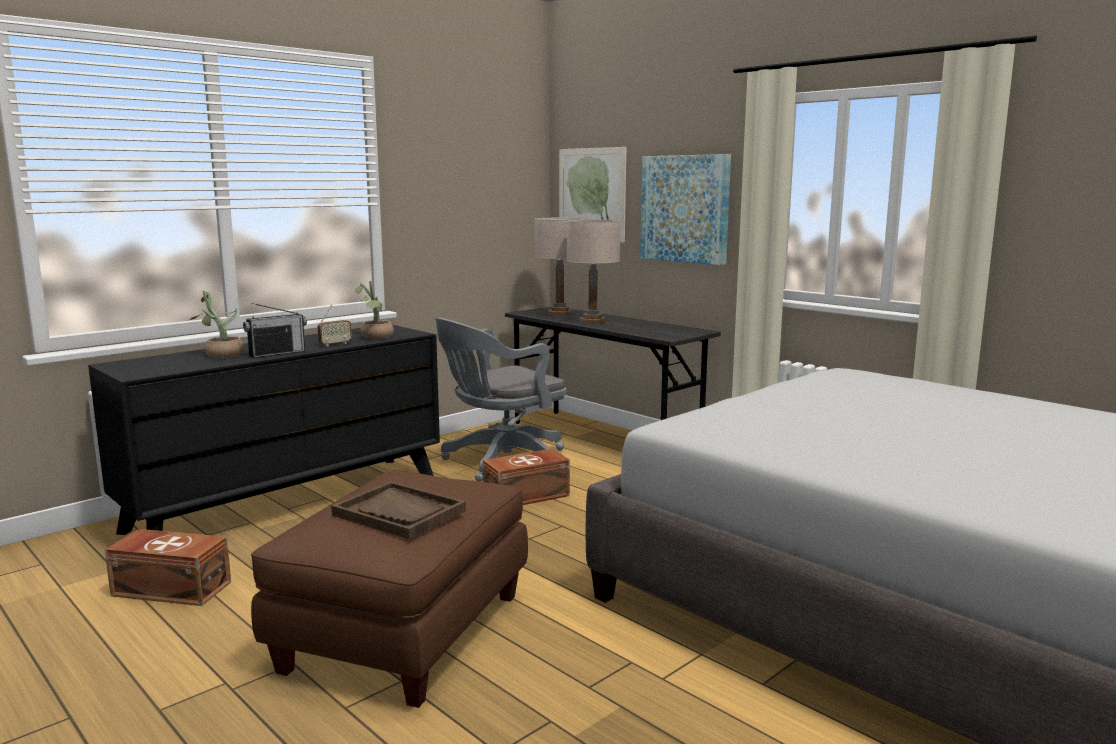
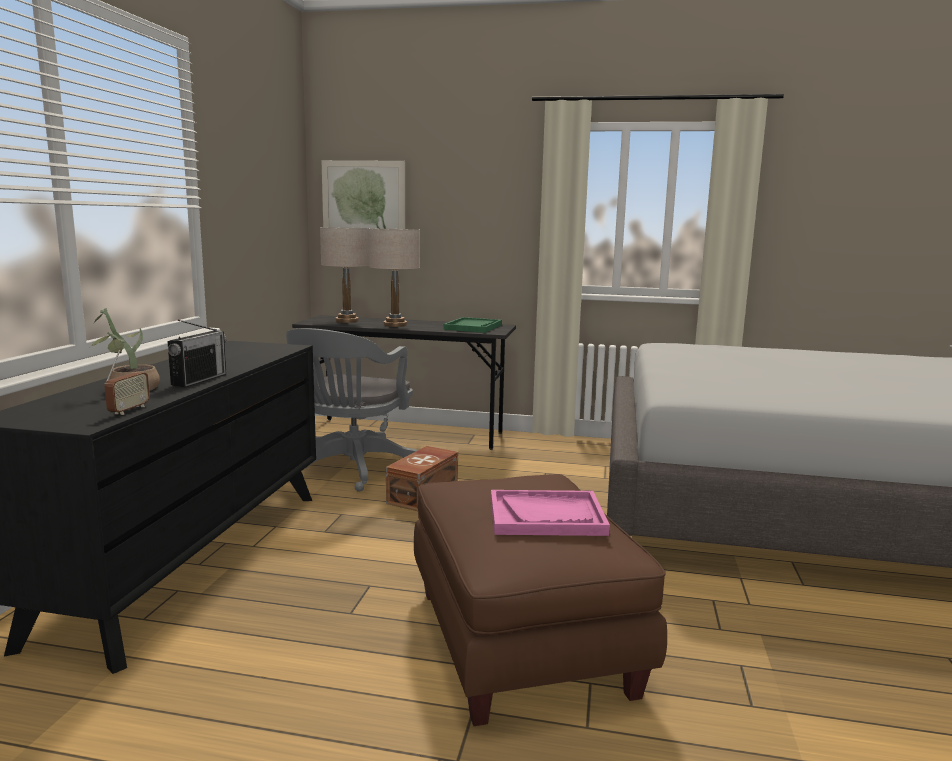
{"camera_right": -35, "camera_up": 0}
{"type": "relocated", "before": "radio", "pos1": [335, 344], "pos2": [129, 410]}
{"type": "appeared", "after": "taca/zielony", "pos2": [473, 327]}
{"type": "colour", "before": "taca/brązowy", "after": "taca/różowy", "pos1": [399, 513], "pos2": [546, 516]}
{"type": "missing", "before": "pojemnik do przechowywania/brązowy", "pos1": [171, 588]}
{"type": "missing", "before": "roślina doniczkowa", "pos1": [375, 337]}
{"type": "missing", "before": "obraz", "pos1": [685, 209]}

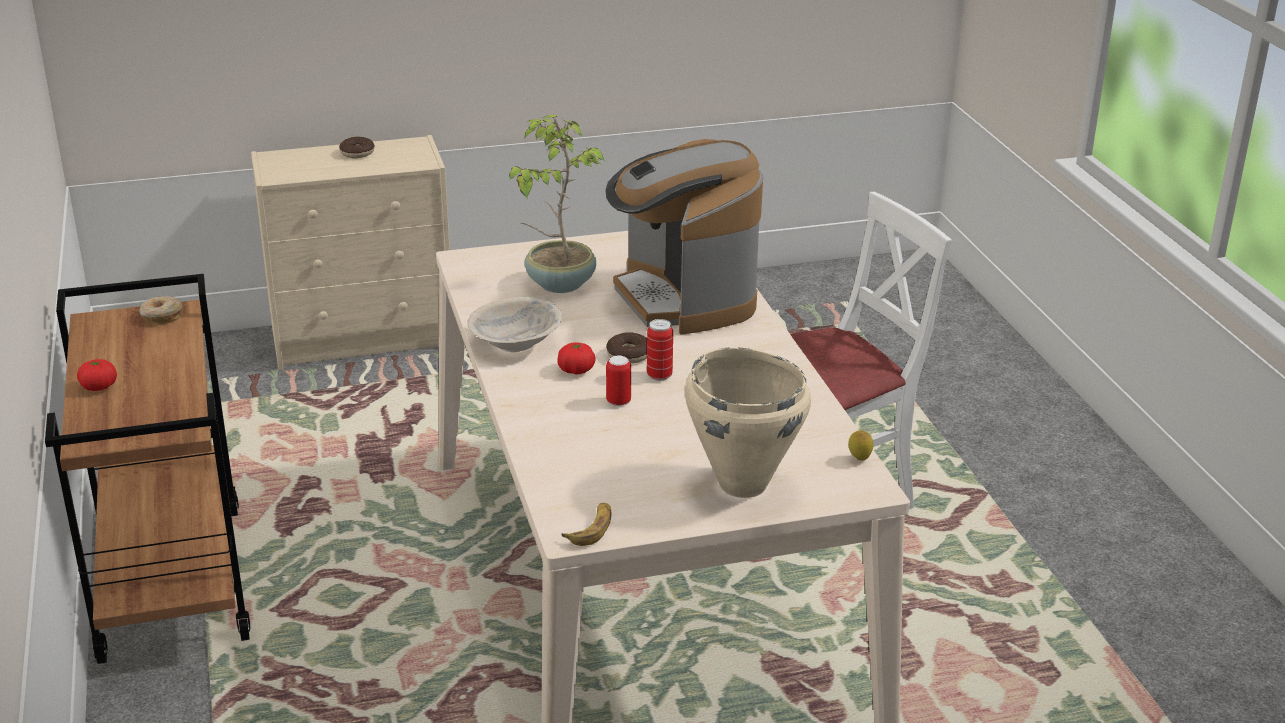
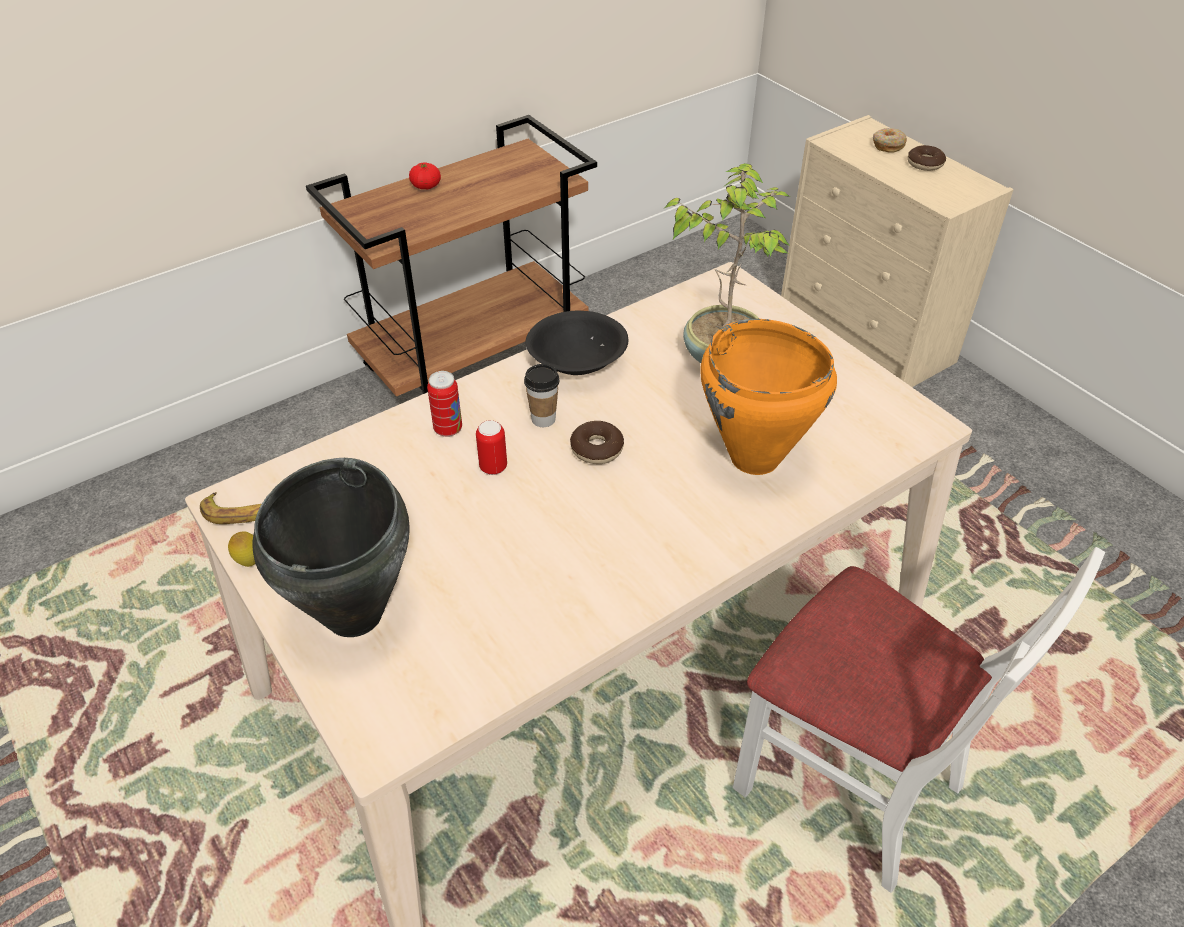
{"camera_right": 70, "camera_up": 15}
{"type": "relocated", "before": "cytryna", "pos1": [859, 459], "pos2": [249, 561]}
{"type": "colour", "before": "garnek/beżowy", "after": "garnek/czarny", "pos1": [742, 484], "pos2": [356, 613]}
{"type": "relocated", "before": "puszka", "pos1": [659, 375], "pos2": [448, 429]}
{"type": "exchanged", "before": "pomidor", "after": "filiżanka", "pos1": [576, 370], "pos2": [543, 419]}
{"type": "colour", "before": "miska/beżowy", "after": "miska/czarny", "pos1": [516, 343], "pos2": [577, 363]}
{"type": "exchanged", "before": "ekspres do kawy", "after": "garnek/pomarańczowy", "pos1": [683, 299], "pos2": [754, 458]}
{"type": "relocated", "before": "donut", "pos1": [161, 316], "pos2": [887, 145]}

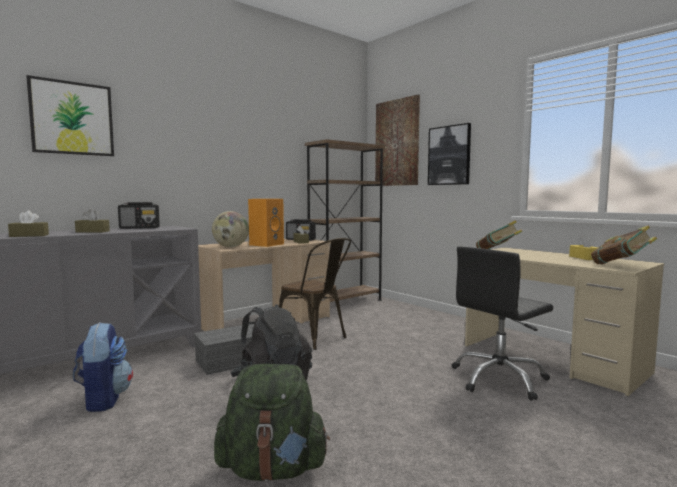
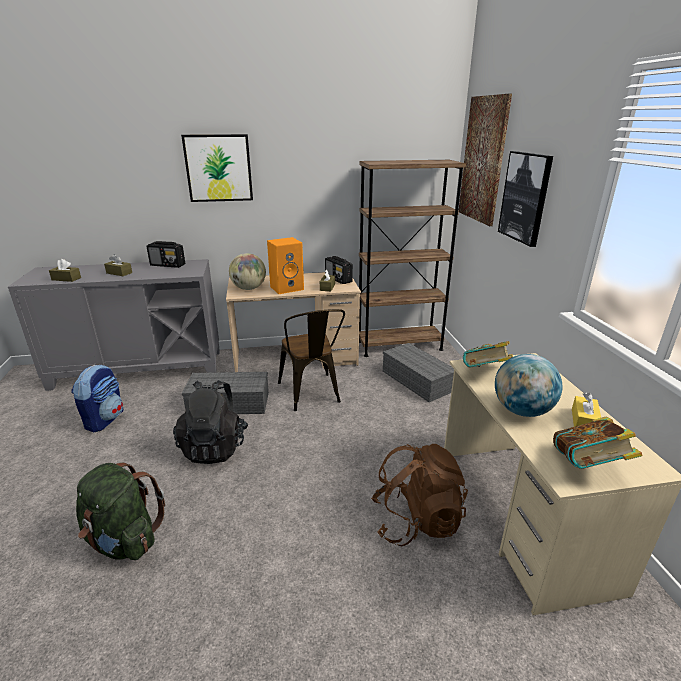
{"camera_right": 30, "camera_up": 20}
{"type": "relocated", "before": "obraz", "pos1": [72, 118], "pos2": [218, 168]}
{"type": "exchanged", "before": "krzesło biurowe/czarny", "after": "plecak/brązowy", "pos1": [499, 379], "pos2": [416, 521]}
{"type": "appeared", "after": "pojemnik do przechowywania/szary", "pos2": [418, 381]}
{"type": "appeared", "after": "globus", "pos2": [521, 411]}

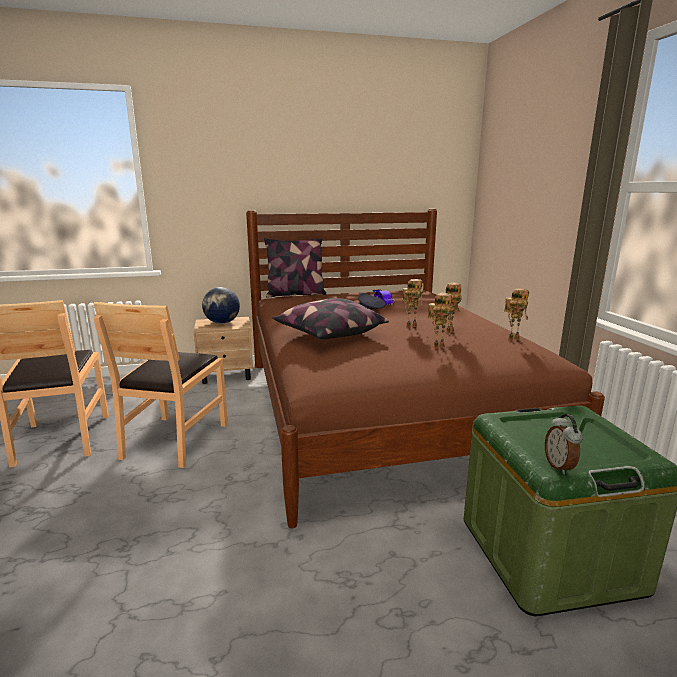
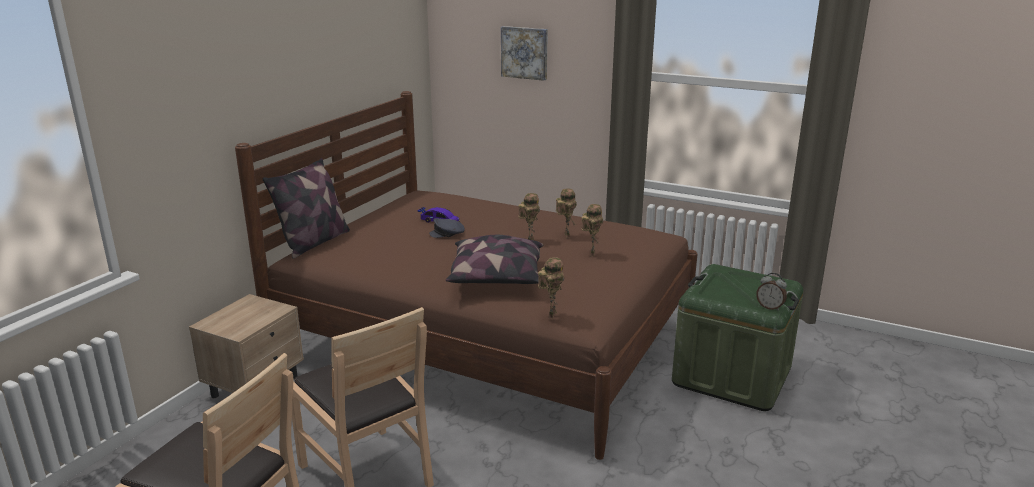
{"camera_right": -50, "camera_up": 5}
{"type": "appeared", "after": "obraz", "pos2": [525, 52]}
{"type": "relocated", "before": "robot zabawkowy", "pos1": [513, 339], "pos2": [551, 314]}
{"type": "missing", "before": "globus", "pos1": [222, 323]}

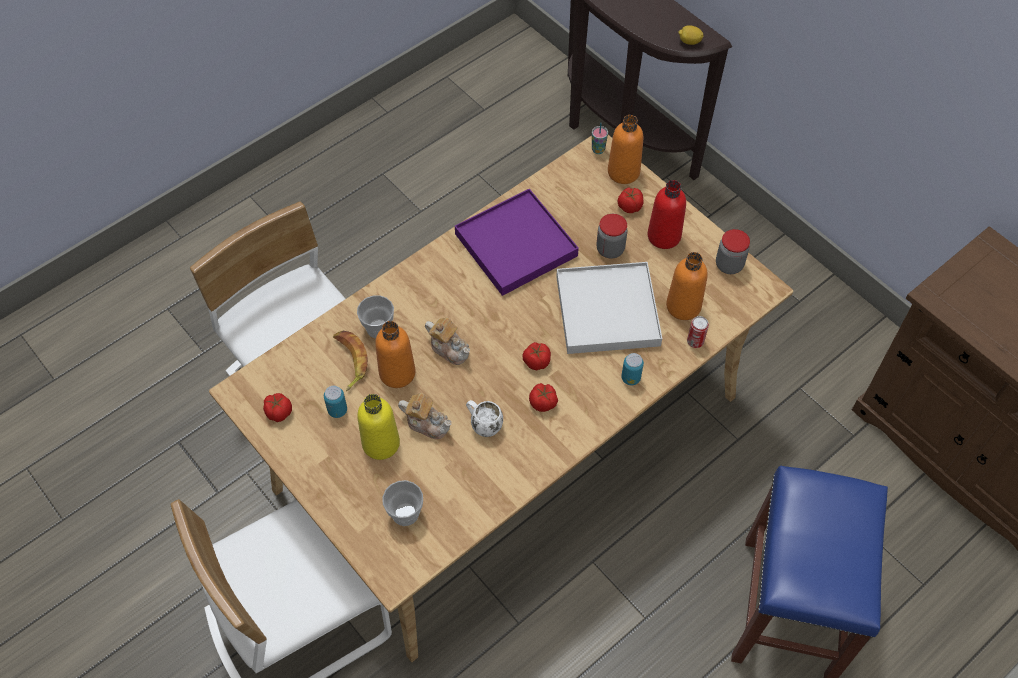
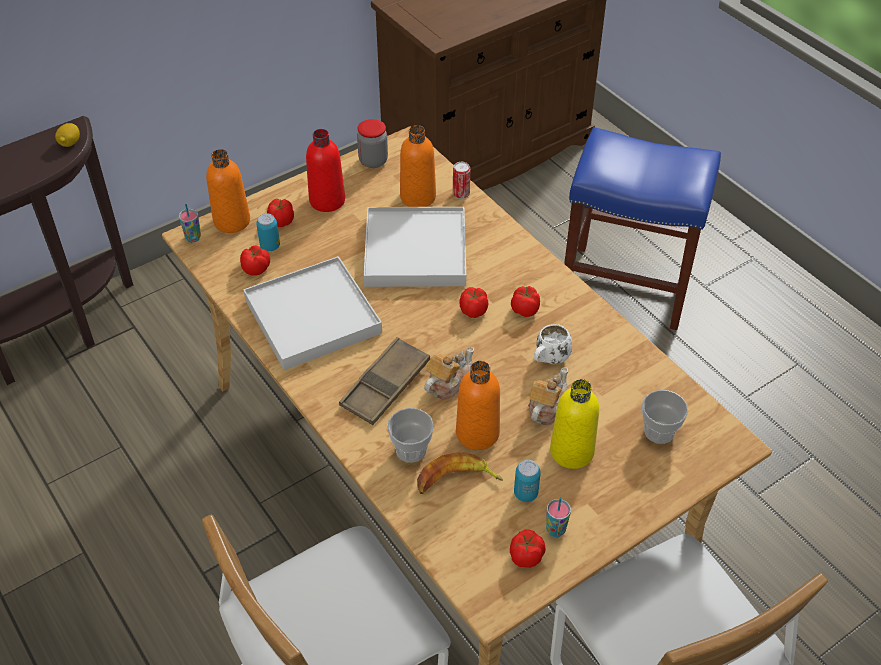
{"camera_right": -85, "camera_up": -10}
{"type": "appeared", "after": "pomidor", "pos2": [256, 269]}
{"type": "colour", "before": "taca/fioletowy", "after": "taca/biały", "pos1": [516, 245], "pos2": [313, 316]}
{"type": "relocated", "before": "puszka", "pos1": [630, 378], "pos2": [270, 246]}
{"type": "appeared", "after": "taca/brązowy", "pos2": [385, 386]}
{"type": "appeared", "after": "filiżanka", "pos2": [555, 530]}
{"type": "missing", "before": "słoik", "pos1": [610, 249]}

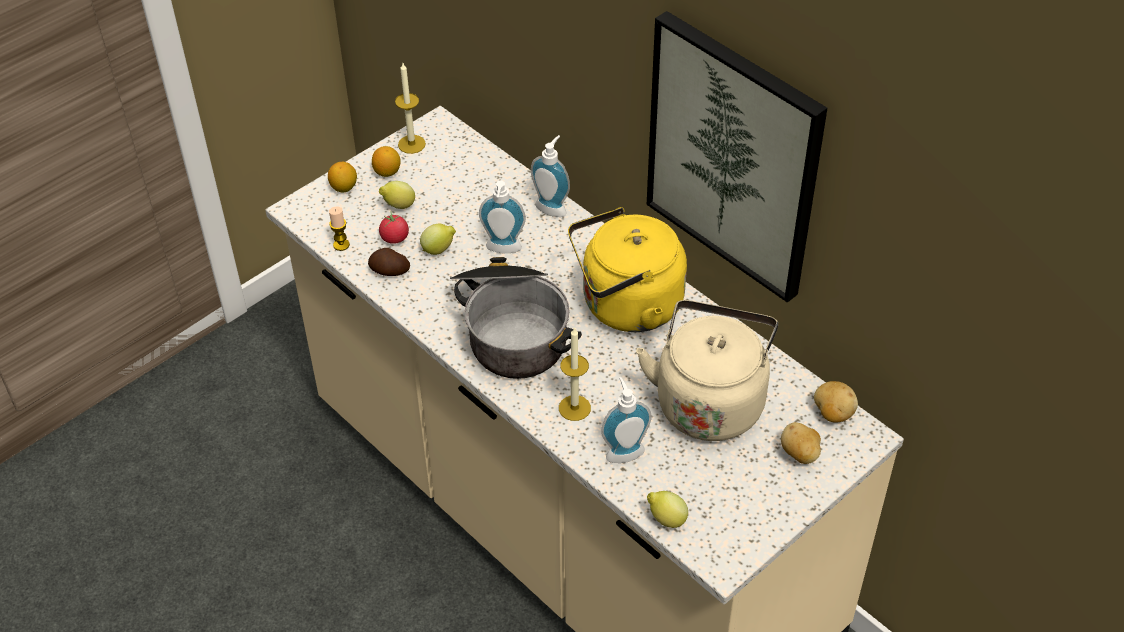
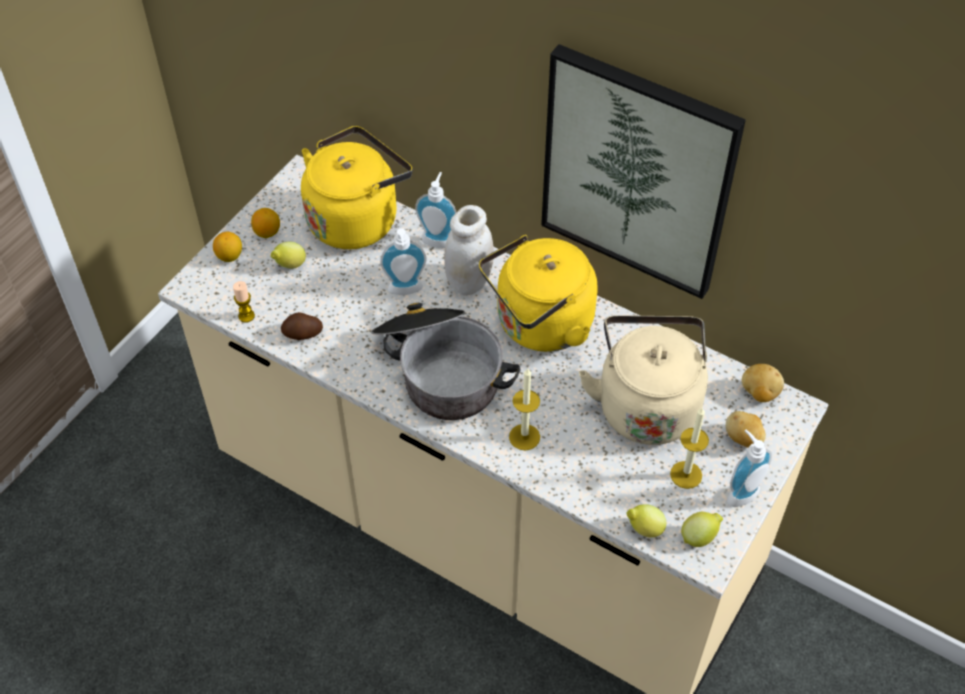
{"camera_right": -15, "camera_up": 5}
{"type": "appeared", "after": "czajnik/żółty", "pos2": [356, 218]}
{"type": "appeared", "after": "słoik/biały", "pos2": [469, 282]}
{"type": "relocated", "before": "świeca", "pos1": [411, 144], "pos2": [686, 474]}
{"type": "relocated", "before": "cytryna", "pos1": [439, 250], "pos2": [699, 537]}
{"type": "relocated", "before": "dozownik mydła", "pos1": [623, 450], "pos2": [740, 492]}
{"type": "missing", "before": "pomidor", "pos1": [394, 238]}

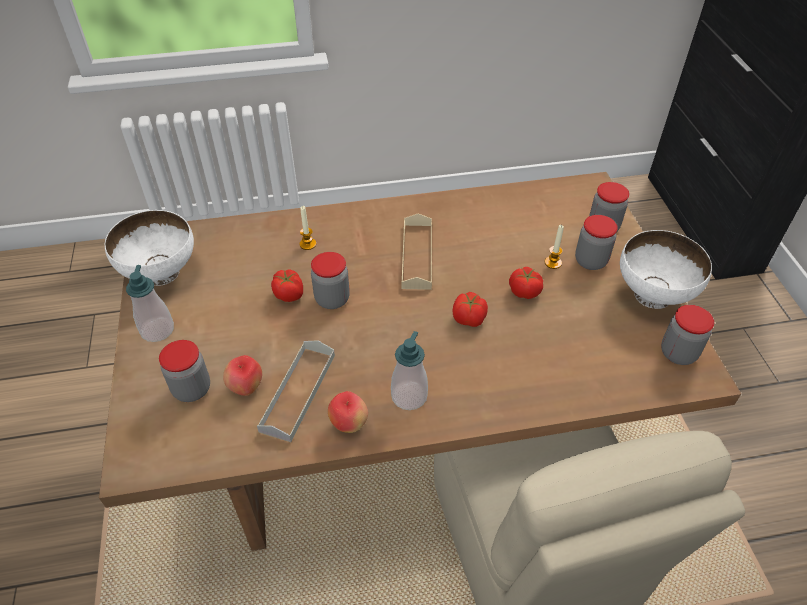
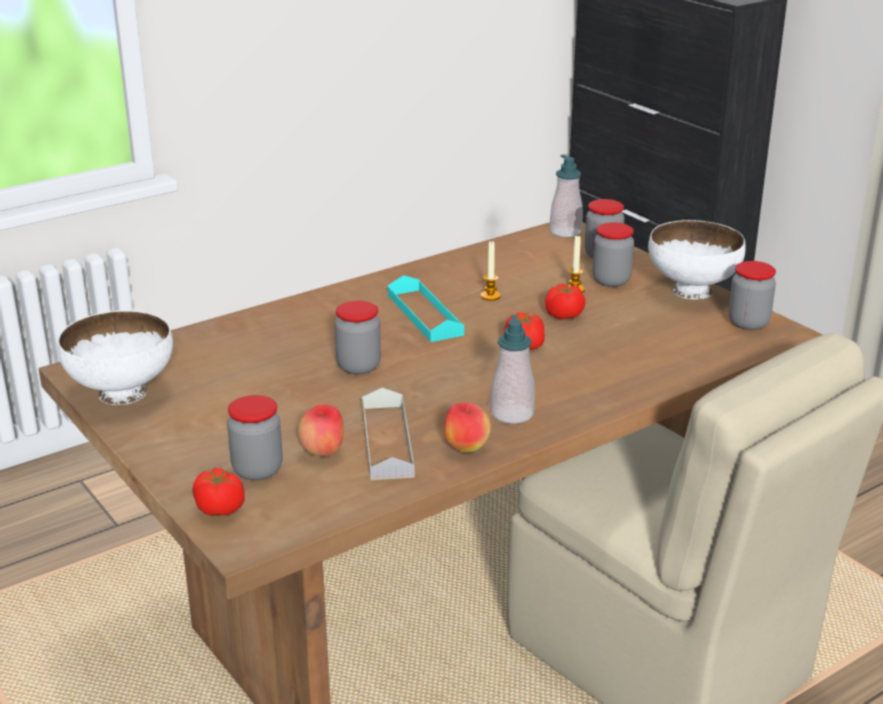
{"camera_right": -25, "camera_up": -20}
{"type": "relocated", "before": "pomidor", "pos1": [289, 295], "pos2": [220, 509]}
{"type": "colour", "before": "taca/beżowy", "after": "taca/turkusowy", "pos1": [417, 255], "pos2": [424, 314]}
{"type": "relocated", "before": "świeca", "pos1": [308, 244], "pos2": [490, 296]}
{"type": "relocated", "before": "dozownik mydła", "pos1": [157, 330], "pos2": [565, 231]}

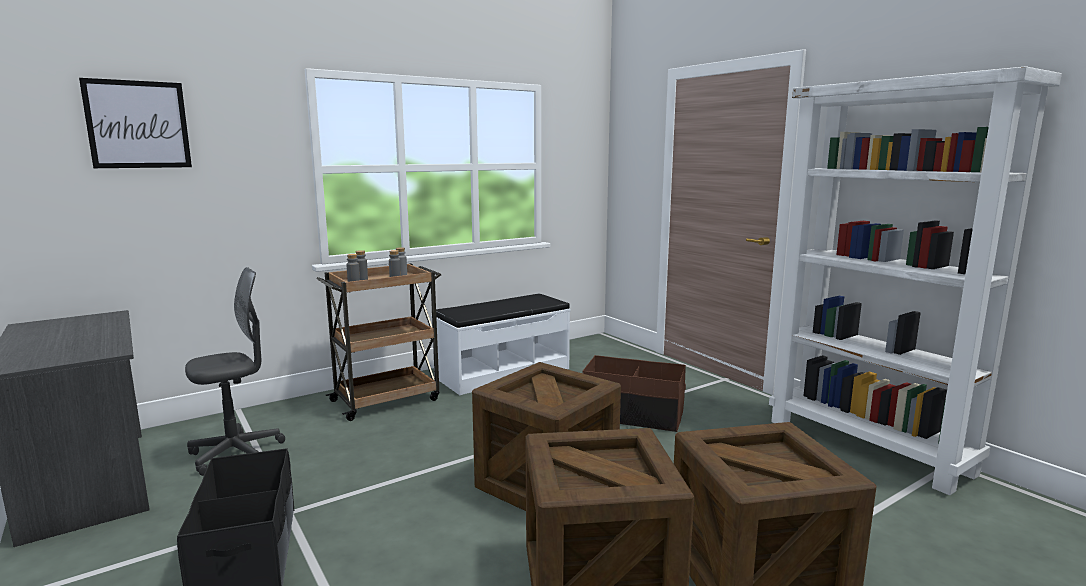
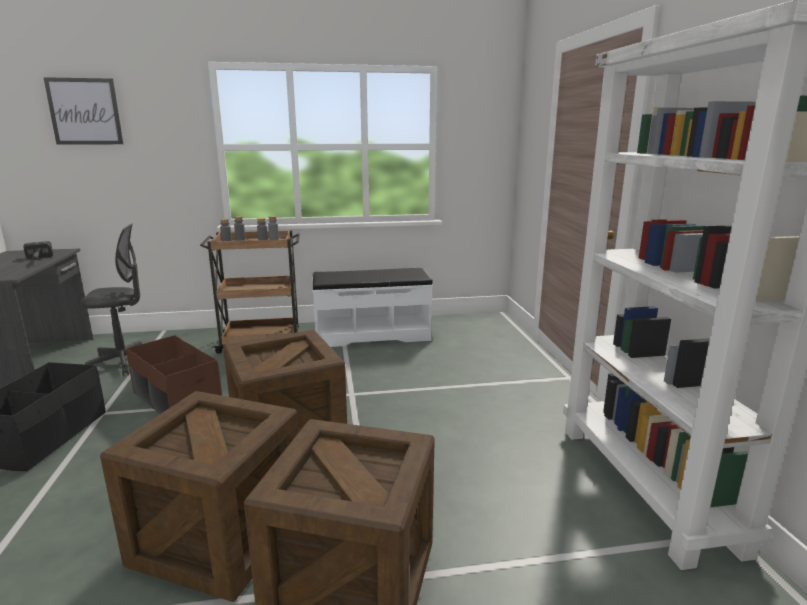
{"camera_right": 25, "camera_up": 5}
{"type": "appeared", "after": "młotek", "pos2": [38, 260]}
{"type": "relocated", "before": "pojemnik do przechowywania/brązowy", "pos1": [633, 415], "pos2": [176, 400]}

